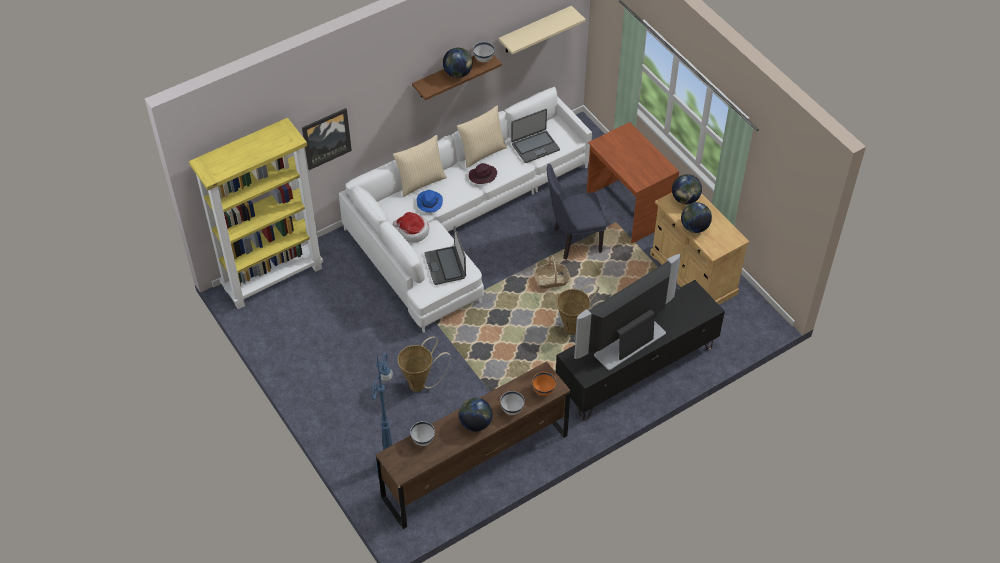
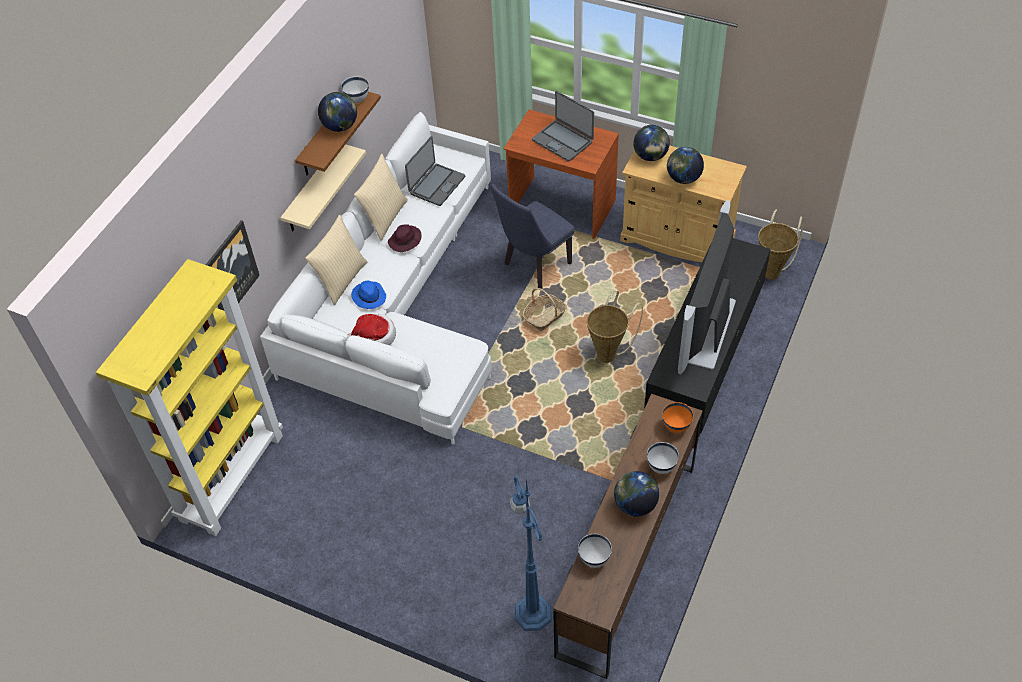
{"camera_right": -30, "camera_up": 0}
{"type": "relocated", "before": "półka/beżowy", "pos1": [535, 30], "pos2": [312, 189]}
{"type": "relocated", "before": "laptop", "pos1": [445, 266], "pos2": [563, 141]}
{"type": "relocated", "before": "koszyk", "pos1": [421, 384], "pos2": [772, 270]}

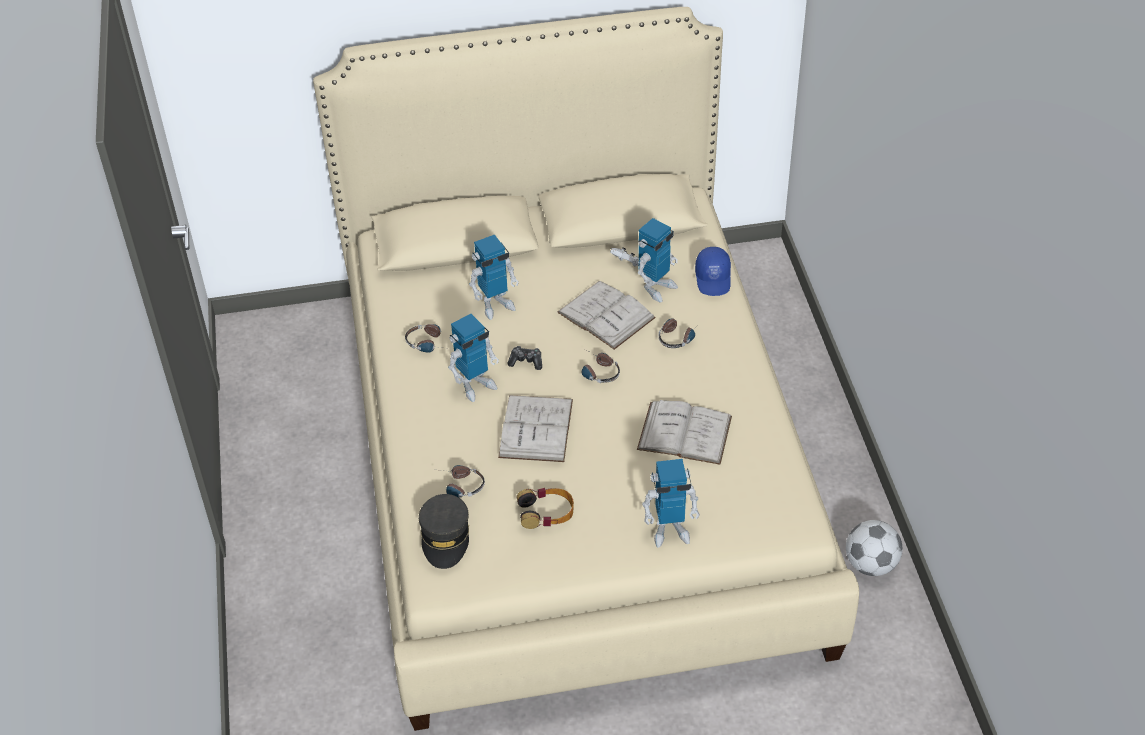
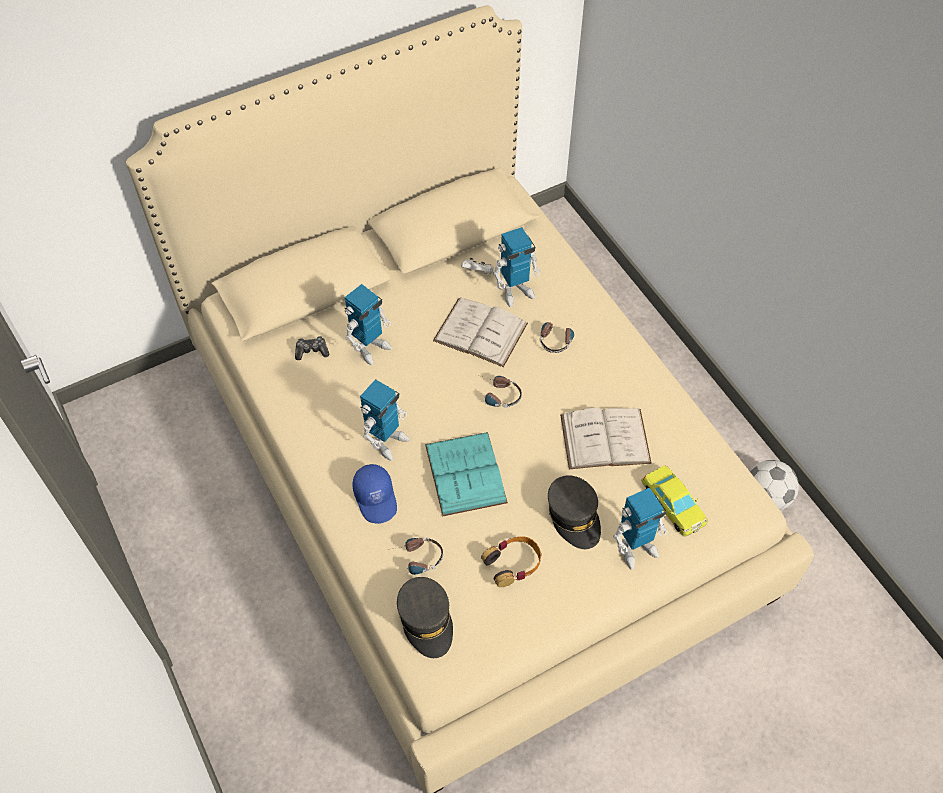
{"camera_right": -20, "camera_up": 10}
{"type": "relocated", "before": "pad do gier", "pos1": [526, 361], "pos2": [312, 351]}
{"type": "relocated", "before": "czapka z daszkiem/niebieski", "pos1": [714, 279], "pos2": [376, 498]}
{"type": "colour", "before": "książka/biały", "after": "książka/turkusowy", "pos1": [536, 428], "pos2": [465, 473]}
{"type": "spun", "before": "robot zabawkowy", "pos1": [656, 288], "pos2": [515, 291], "turn": 45}
{"type": "appeared", "after": "czapka z daszkiem/szary", "pos2": [574, 516]}
{"type": "appeared", "after": "samochodzik/żółty", "pos2": [673, 503]}
{"type": "missing", "before": "słuchawki", "pos1": [430, 343]}

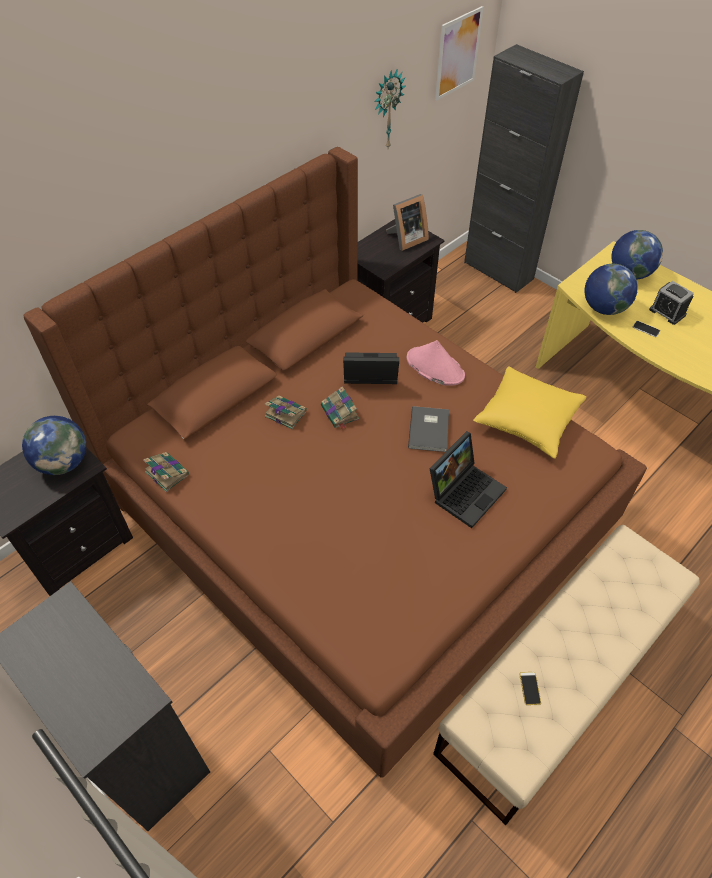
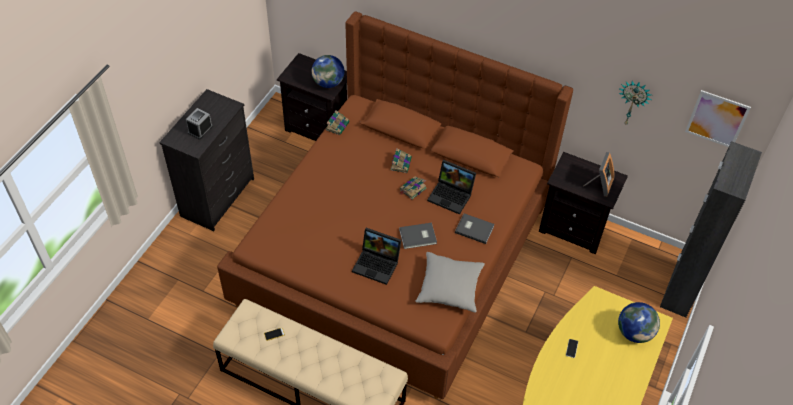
{"camera_right": 70, "camera_up": 0}
{"type": "relocated", "before": "budzik", "pos1": [667, 312], "pos2": [200, 129]}
{"type": "colour", "before": "poduszka/żółty", "after": "poduszka/szary", "pos1": [527, 419], "pos2": [449, 287]}
{"type": "spun", "before": "laptop", "pos1": [369, 374], "pos2": [452, 195], "turn": 135}
{"type": "exchanged", "before": "kapelusz/różowy", "after": "książka/szary", "pos1": [434, 367], "pos2": [474, 228]}
{"type": "spun", "before": "ramka na zdjęcie", "pos1": [406, 239], "pos2": [599, 185], "turn": -105}
{"type": "missing", "before": "globus", "pos1": [604, 308]}

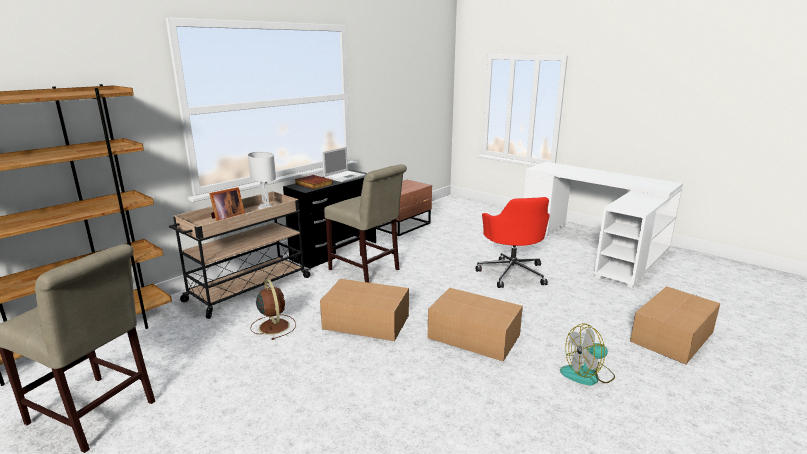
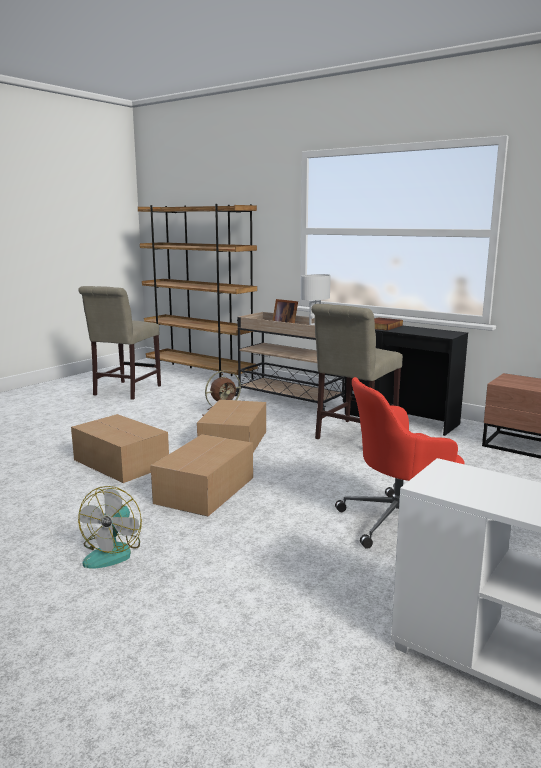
{"camera_right": 85, "camera_up": -5}
{"type": "relocated", "before": "karton", "pos1": [673, 336], "pos2": [121, 463]}
{"type": "spun", "before": "wentylator", "pos1": [587, 374], "pos2": [113, 552], "turn": -150}
{"type": "missing", "before": "laptop", "pos1": [345, 176]}

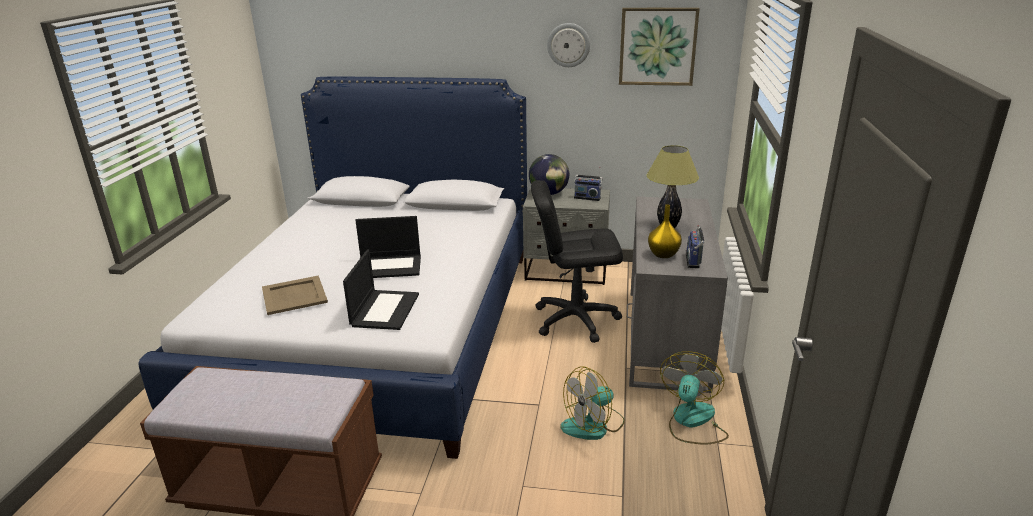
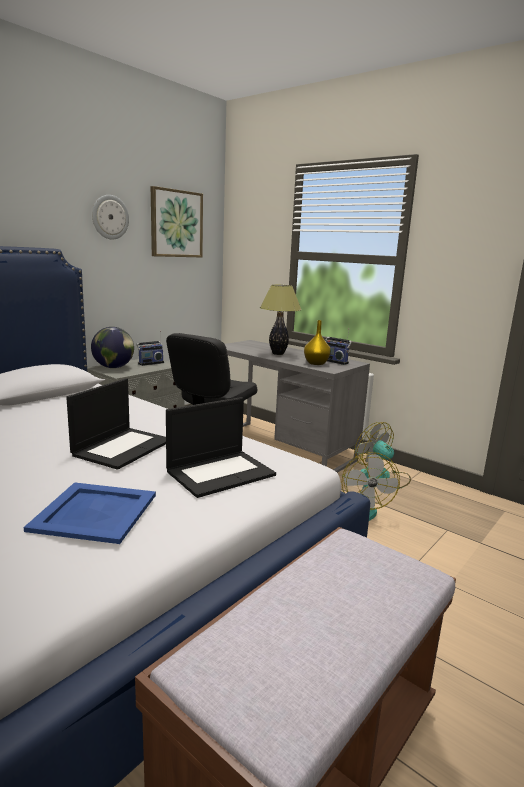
{"camera_right": -60, "camera_up": -10}
{"type": "colour", "before": "taca/beżowy", "after": "taca/niebieski", "pos1": [295, 295], "pos2": [96, 512]}
{"type": "spun", "before": "laptop", "pos1": [384, 309], "pos2": [221, 472], "turn": 105}

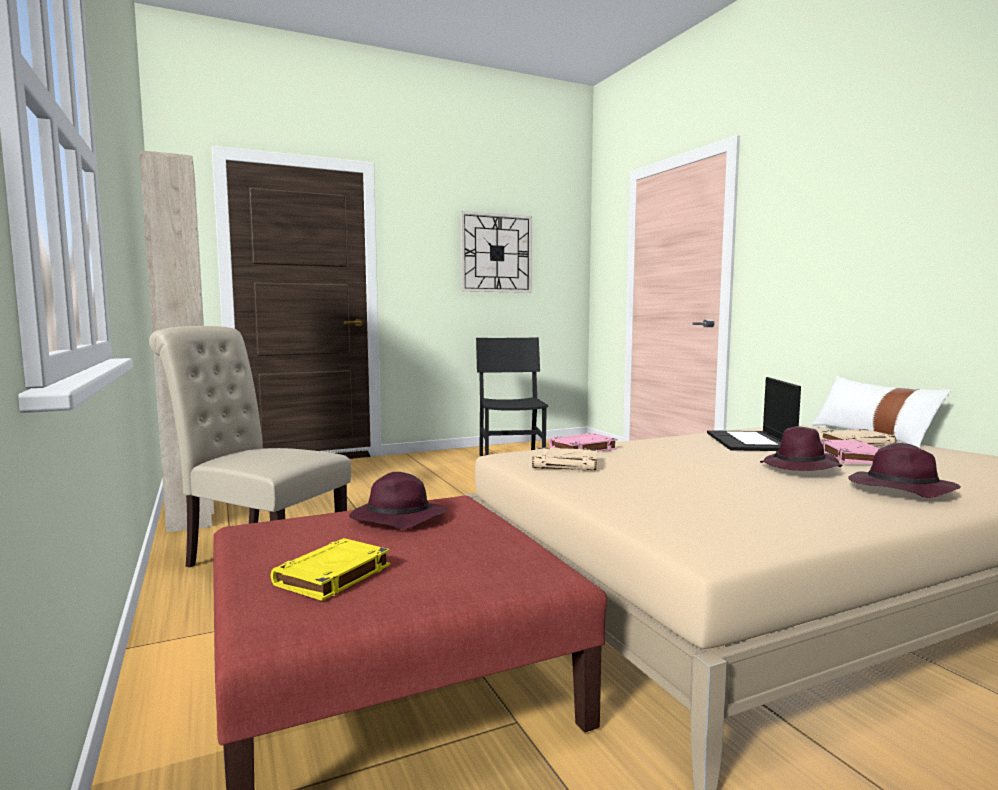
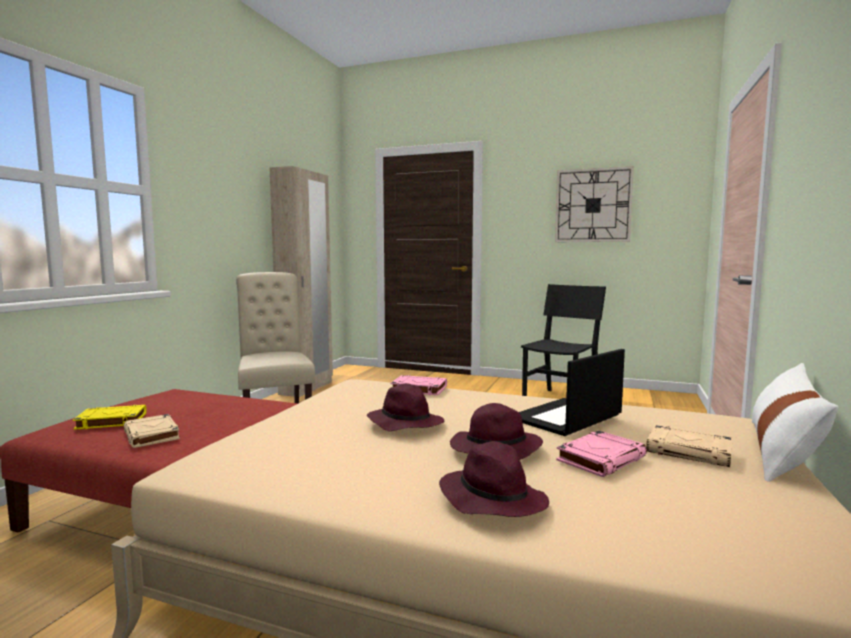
{"camera_right": 45, "camera_up": 0}
{"type": "relocated", "before": "książka/beżowy", "pos1": [566, 464], "pos2": [152, 435]}
{"type": "relocated", "before": "kapelusz/fioletowy", "pos1": [396, 519], "pos2": [404, 423]}

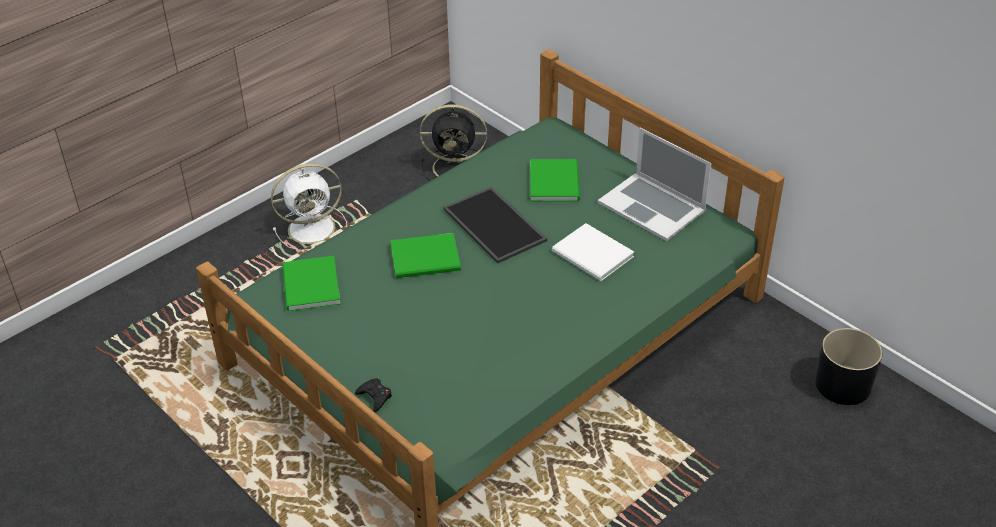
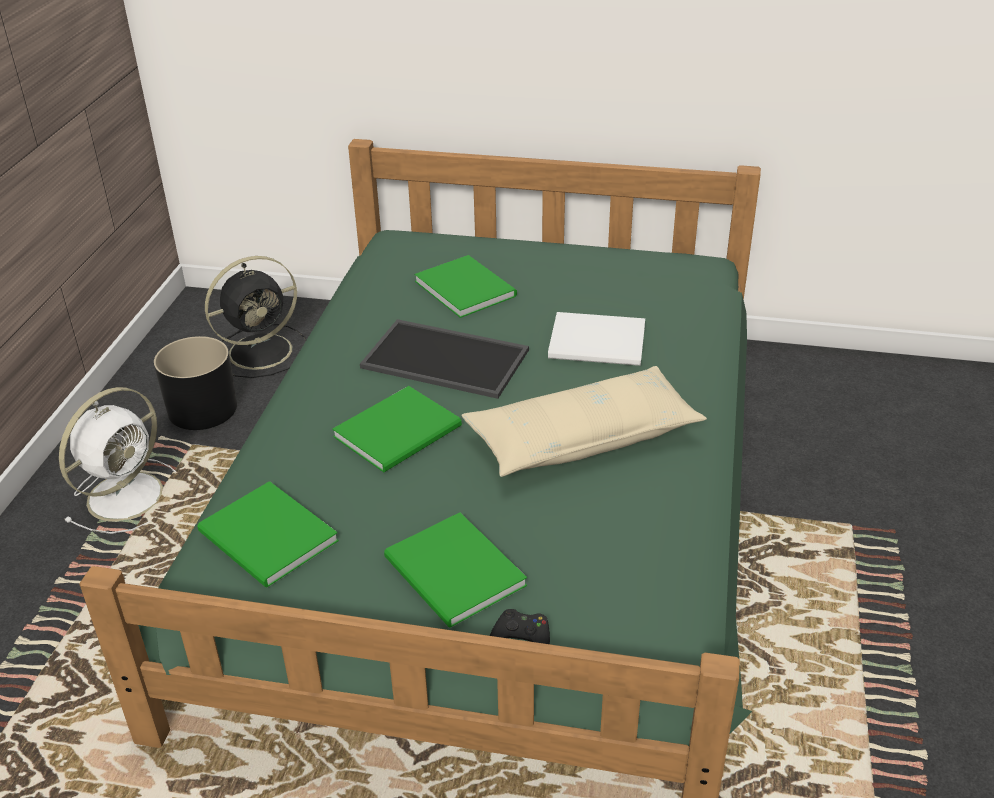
{"camera_right": -35, "camera_up": -5}
{"type": "relocated", "before": "donica/czarny", "pos1": [843, 384], "pos2": [203, 409]}
{"type": "appeared", "after": "książka/zielony", "pos2": [454, 575]}
{"type": "appeared", "after": "poduszka/beżowy", "pos2": [582, 438]}
{"type": "missing", "before": "laptop", "pos1": [652, 206]}

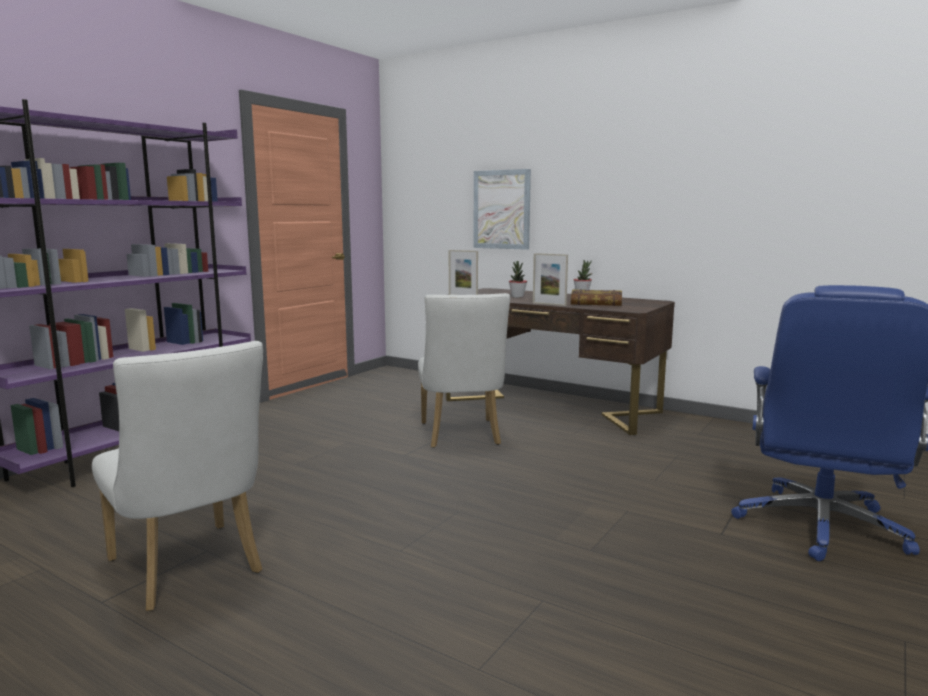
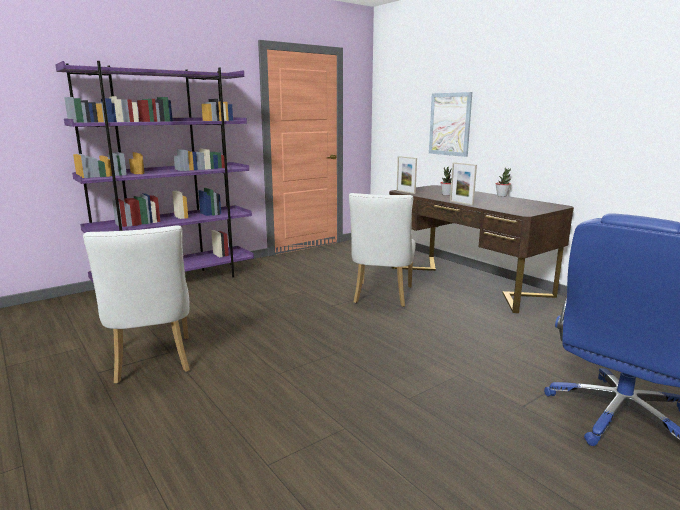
{"camera_right": 20, "camera_up": 5}
{"type": "missing", "before": "książka", "pos1": [596, 303]}

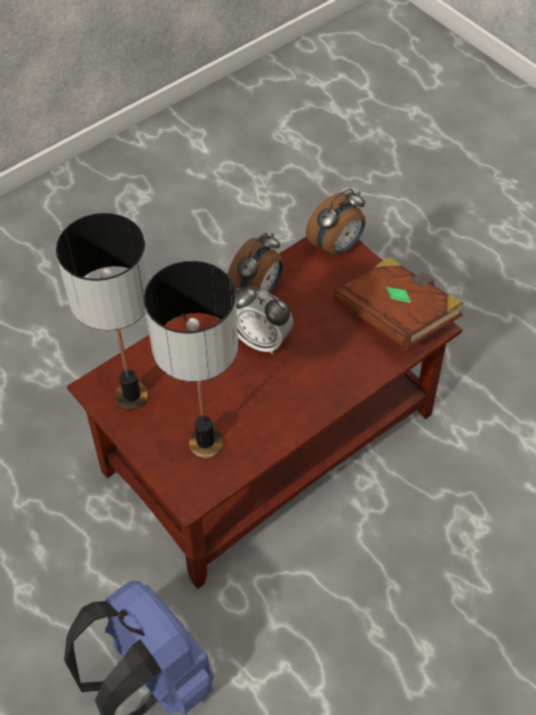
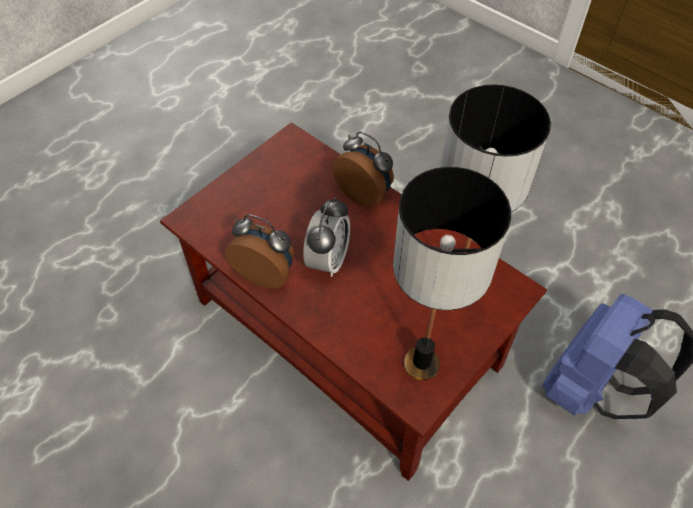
{"camera_right": -100, "camera_up": 0}
{"type": "relocated", "before": "budzik", "pos1": [337, 246], "pos2": [365, 193]}
{"type": "missing", "before": "książka/brązowy", "pos1": [396, 316]}

